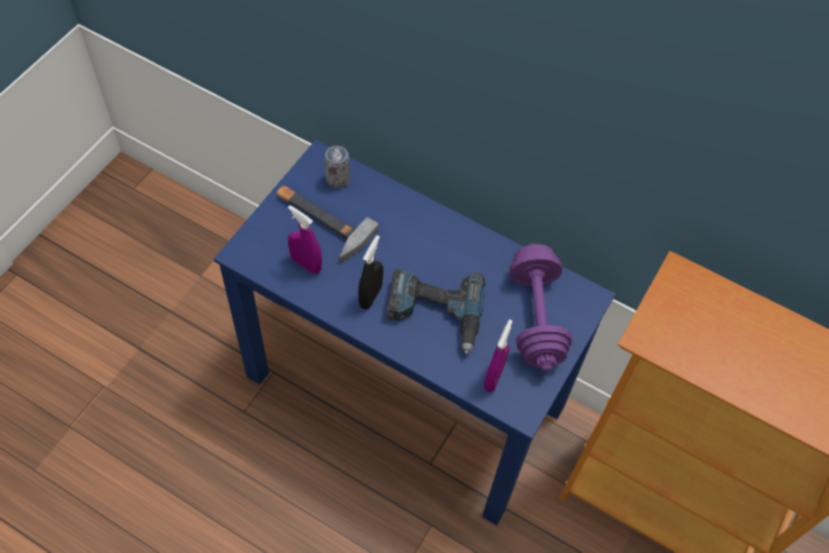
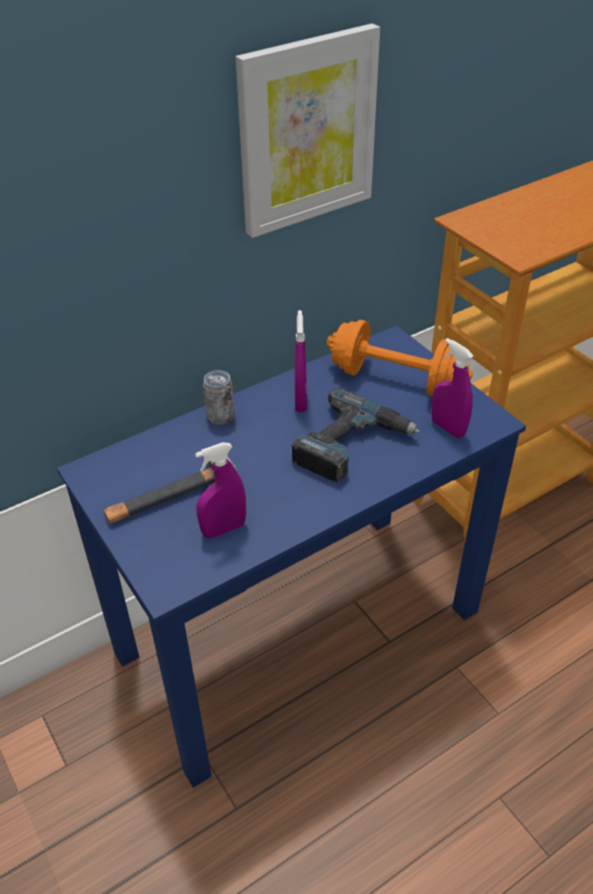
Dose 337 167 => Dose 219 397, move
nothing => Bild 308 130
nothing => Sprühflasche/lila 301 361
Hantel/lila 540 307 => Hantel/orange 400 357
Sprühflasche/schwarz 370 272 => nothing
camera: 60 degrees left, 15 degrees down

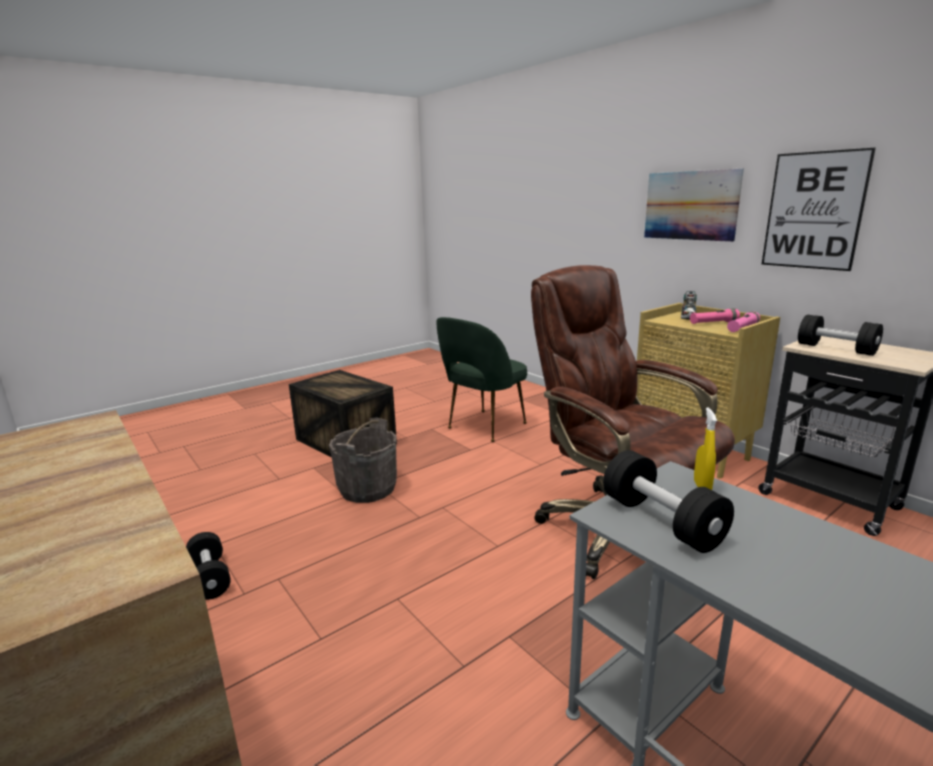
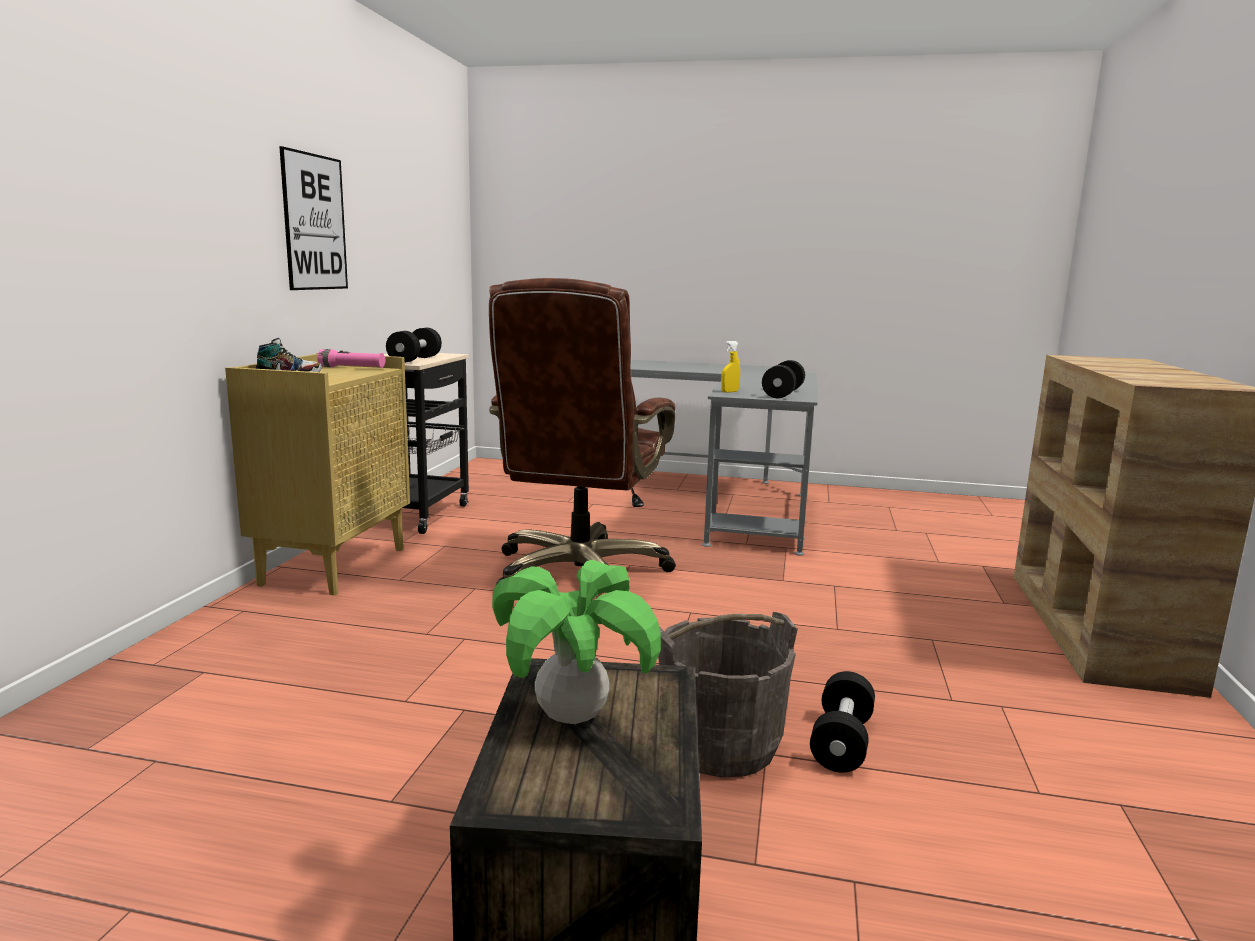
nothing => Topfpflanze 576 641
Hantel/schwarz 208 566 => Hantel/schwarz 842 722, move
Stuhl/grün 482 379 => nothing
Bild 694 205 => nothing
Taschenlampe/rosa 715 316 => nothing
camera: 130 degrees left, 5 degrees down

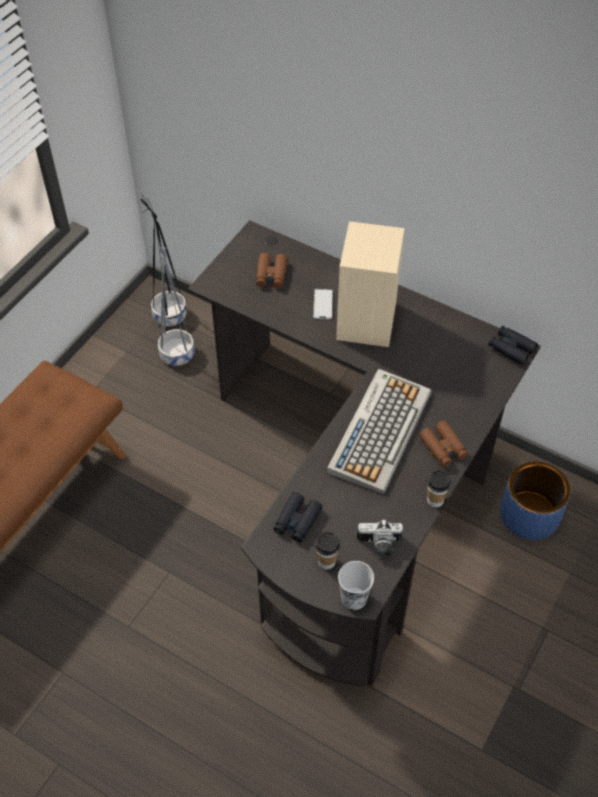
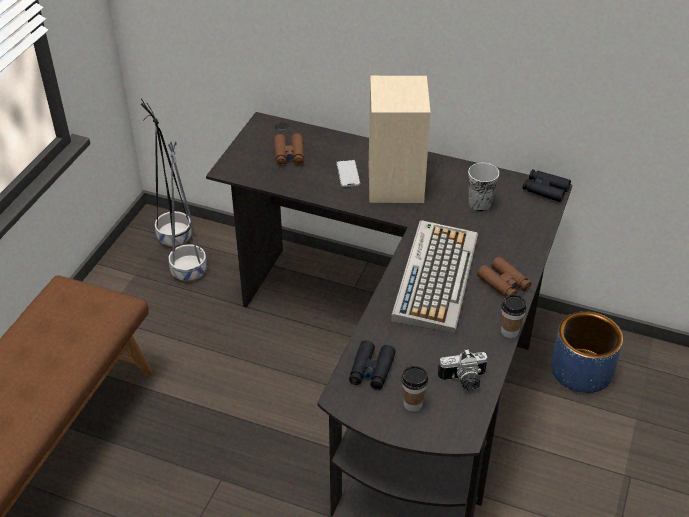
Tasse 356 585 => Tasse 483 187, move
camera: 10 degrees left, 10 degrees down

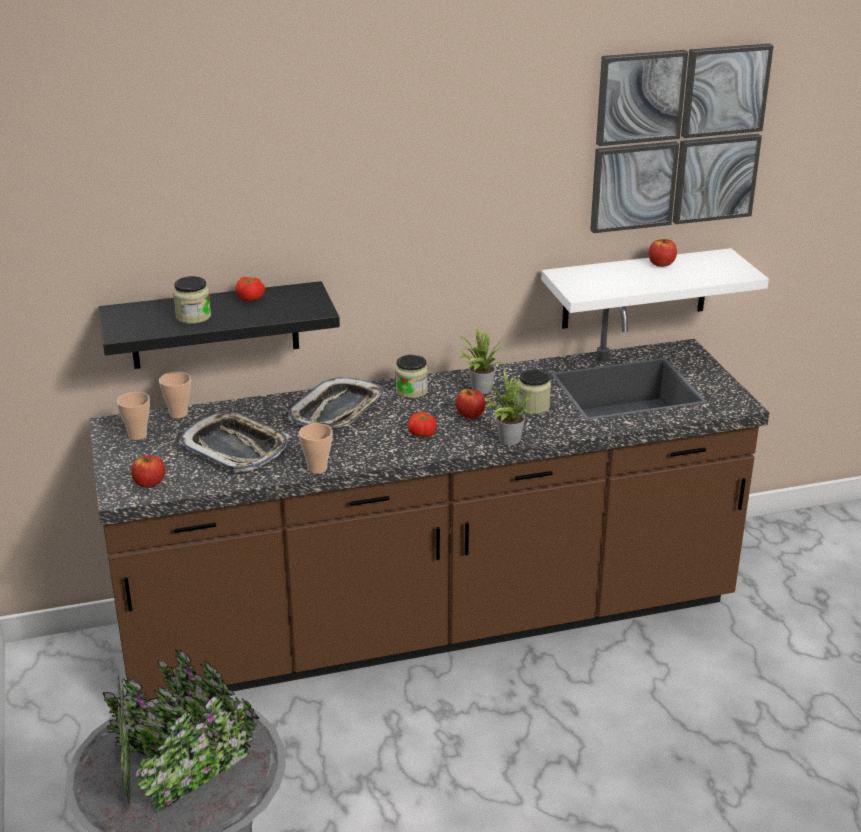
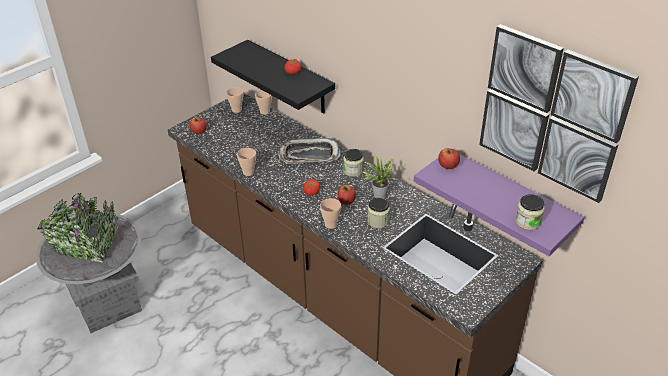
Topfpflanze 509 407 => Tasse 330 213
Wandregal/weiß 655 288 => Wandregal/lila 499 205
Apfel 663 253 => Apfel 449 158, move
Vorratsglas 192 300 => Vorratsglas 530 212, move
Tablett 234 441 => nothing
camera: 60 degrees right, 10 degrees up

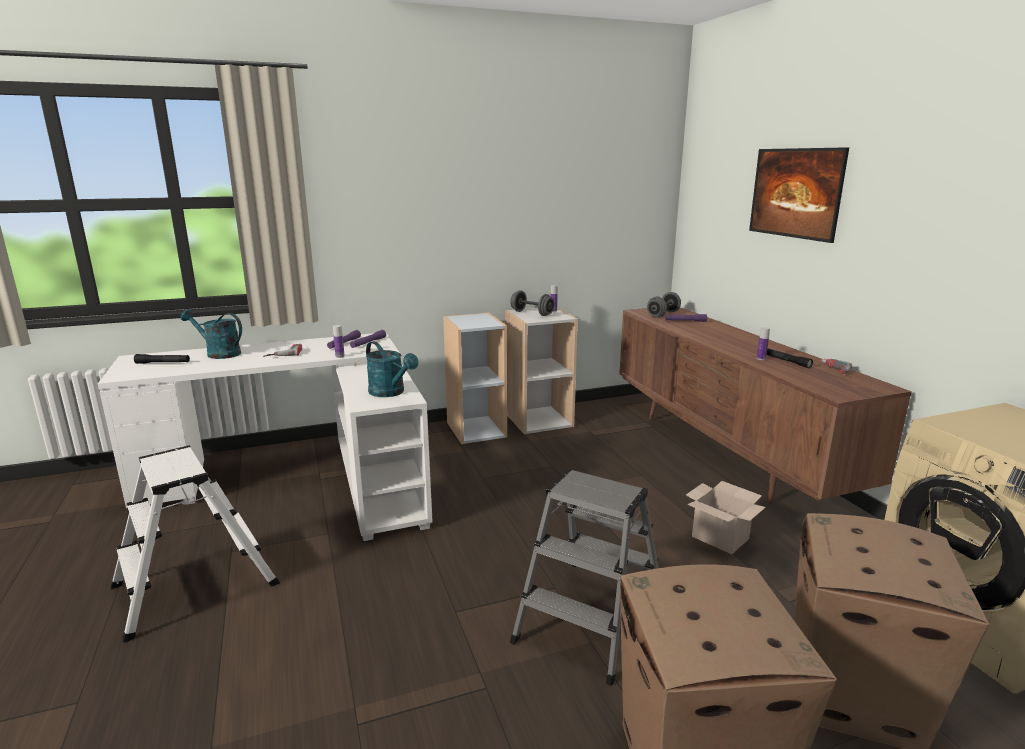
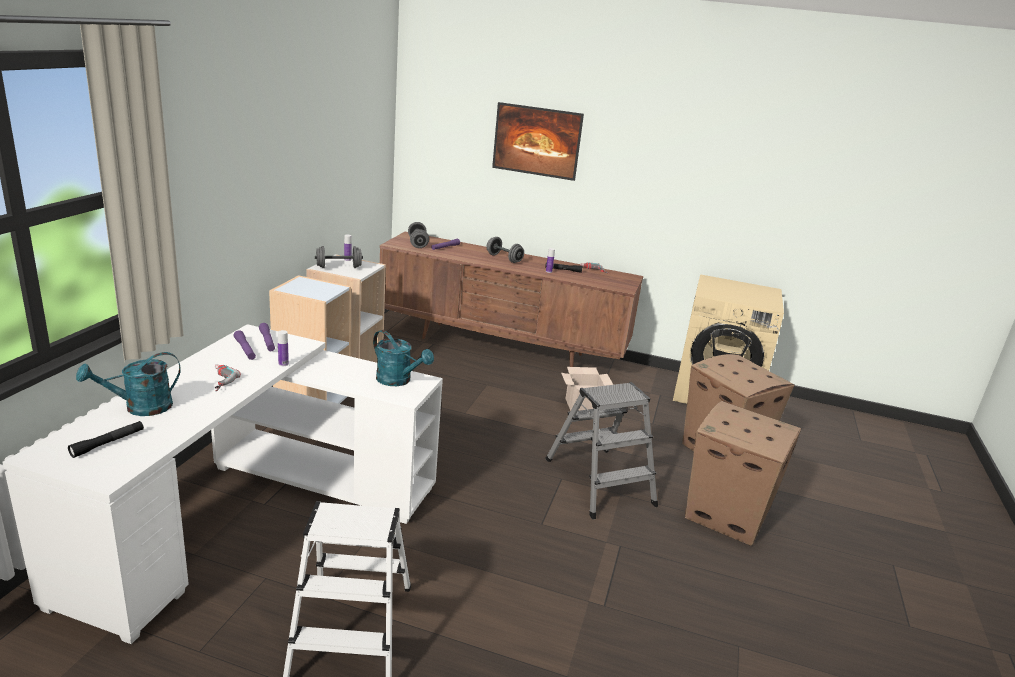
Gießkanne/türkis 392 369 => Gießkanne/türkis 403 358, 45 degrees clockwise
nothing => Hantel/grau 505 250
camera: 55 degrees left, 5 degrees up

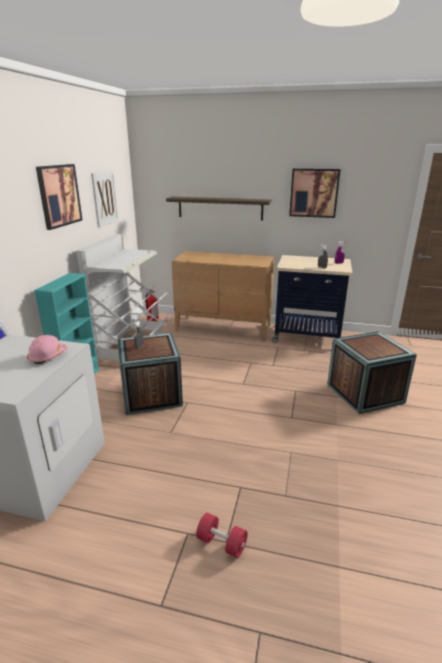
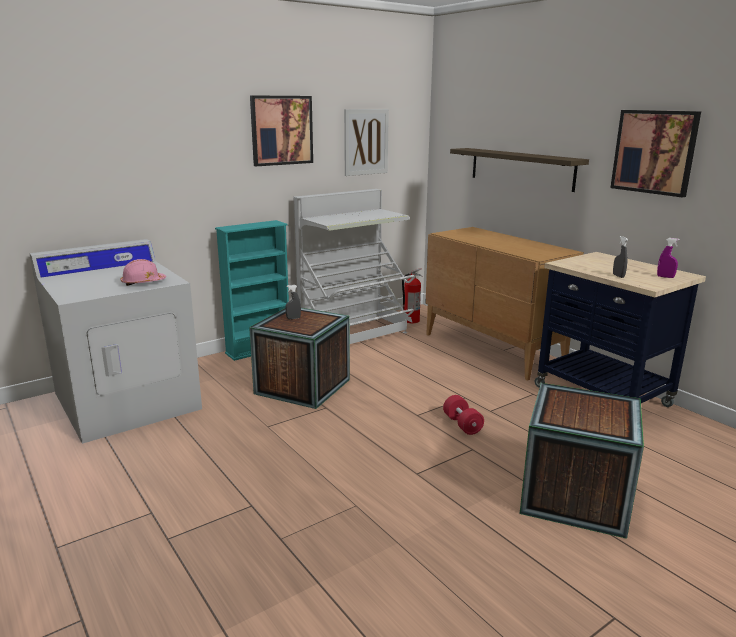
Hantel/rot 222 535 => Hantel/rot 463 415, move
camera: 40 degrees right, 5 degrees down

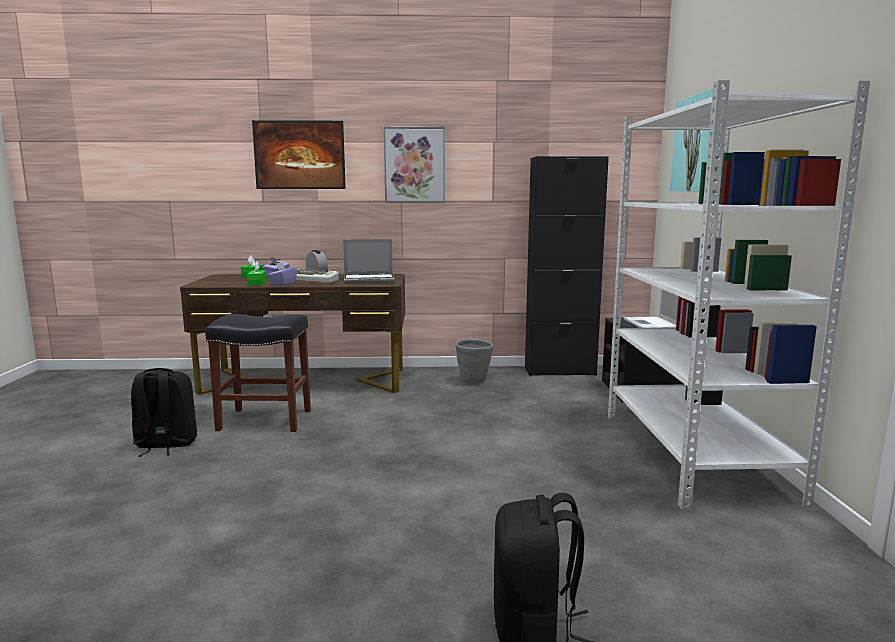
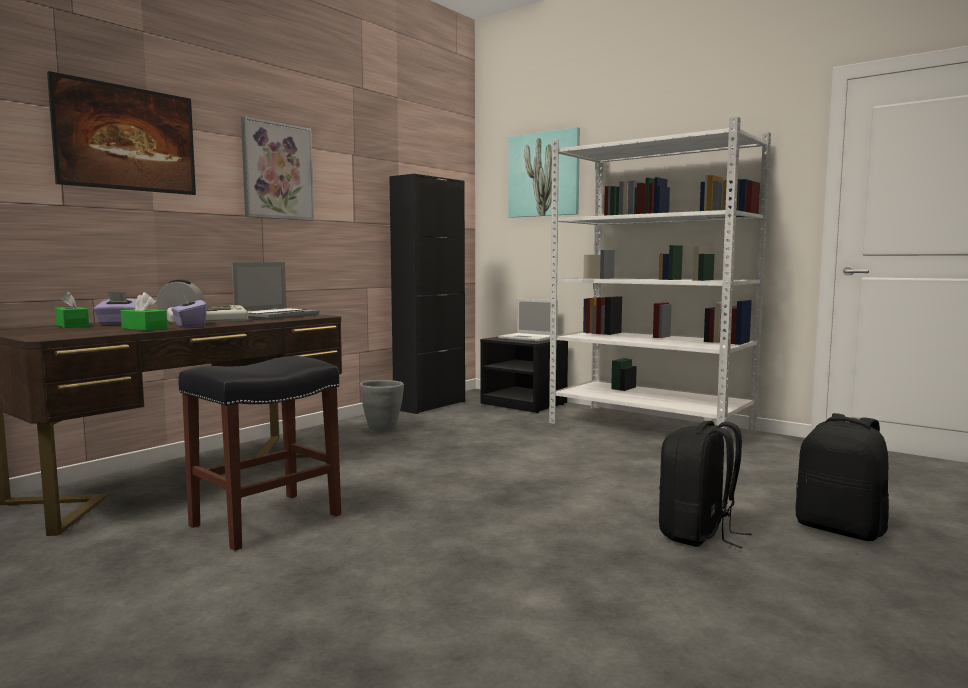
Rucksack/schwarz 164 412 => Rucksack/schwarz 705 485, move
camera: 50 degrees left, 5 degrees down

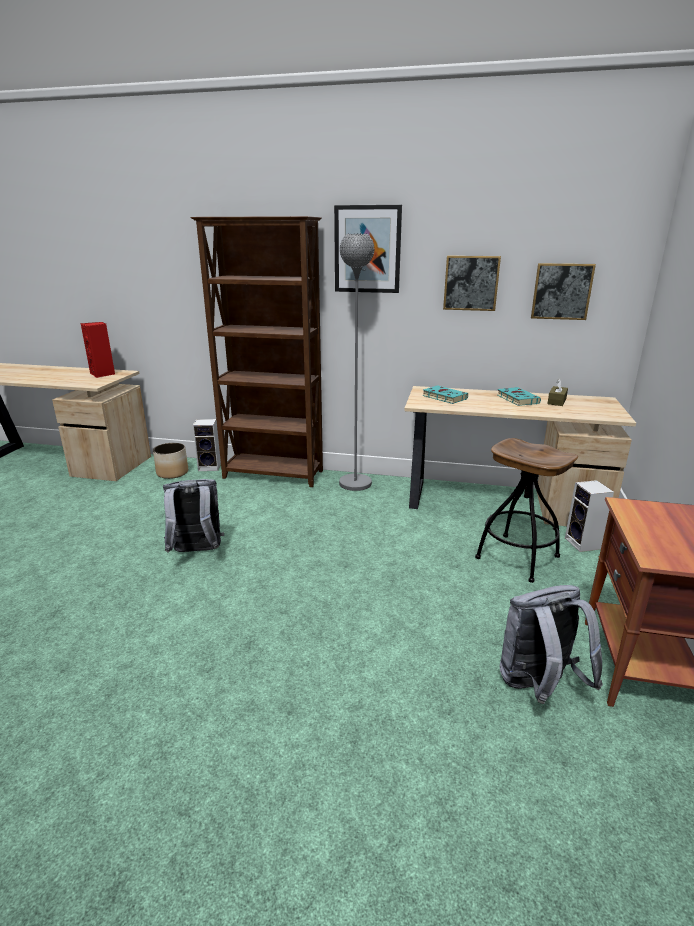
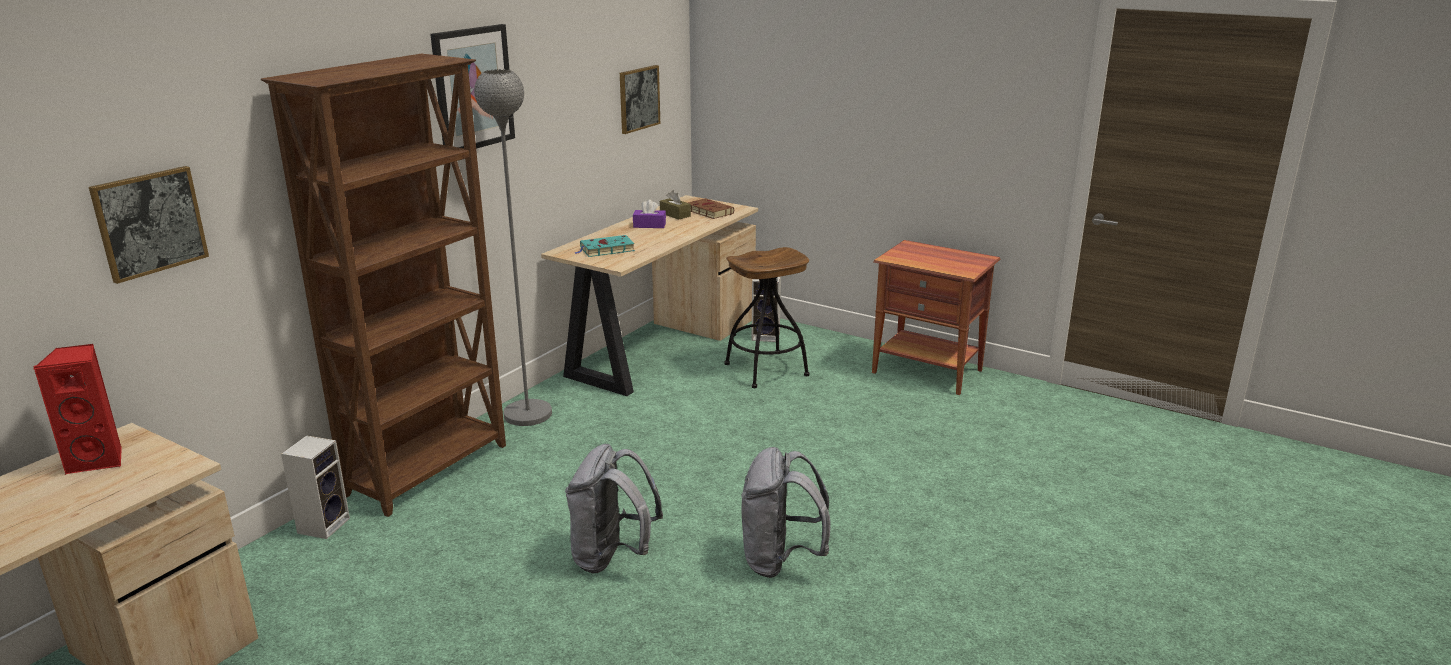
Bild 472 283 => Bild 149 225, move
Buch/türkis 519 396 => Taschentuchbox/lila 649 214
nothing => Buch/braun 711 208
Rucksack/grau 551 644 => Rucksack/grau 786 512, move
Pflanzkübel 170 461 => nothing
camera: 70 degrees left, 0 degrees up

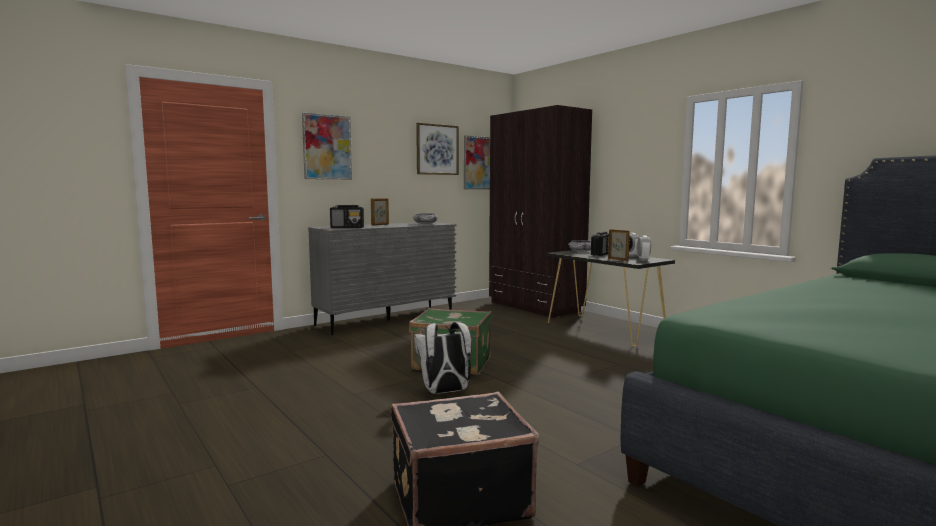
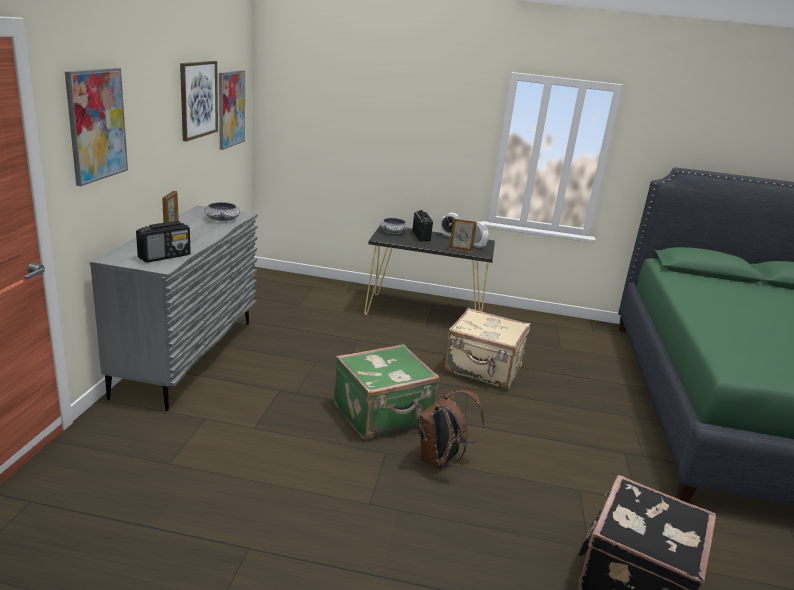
Rucksack/weiß 443 358 => Rucksack/braun 451 429
nothing => Koffer/beige 488 348
Kleiderschrank/braun 540 211 => nothing
camera: 45 degrees left, 15 degrees up

